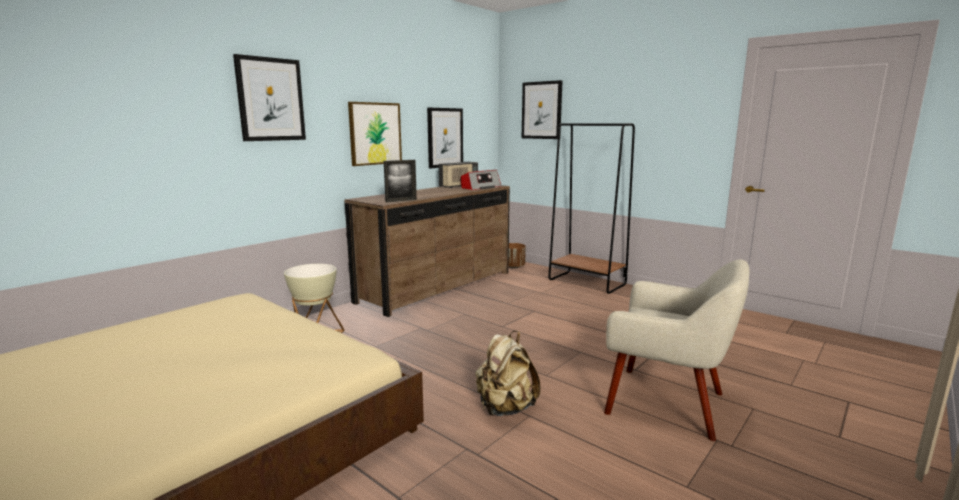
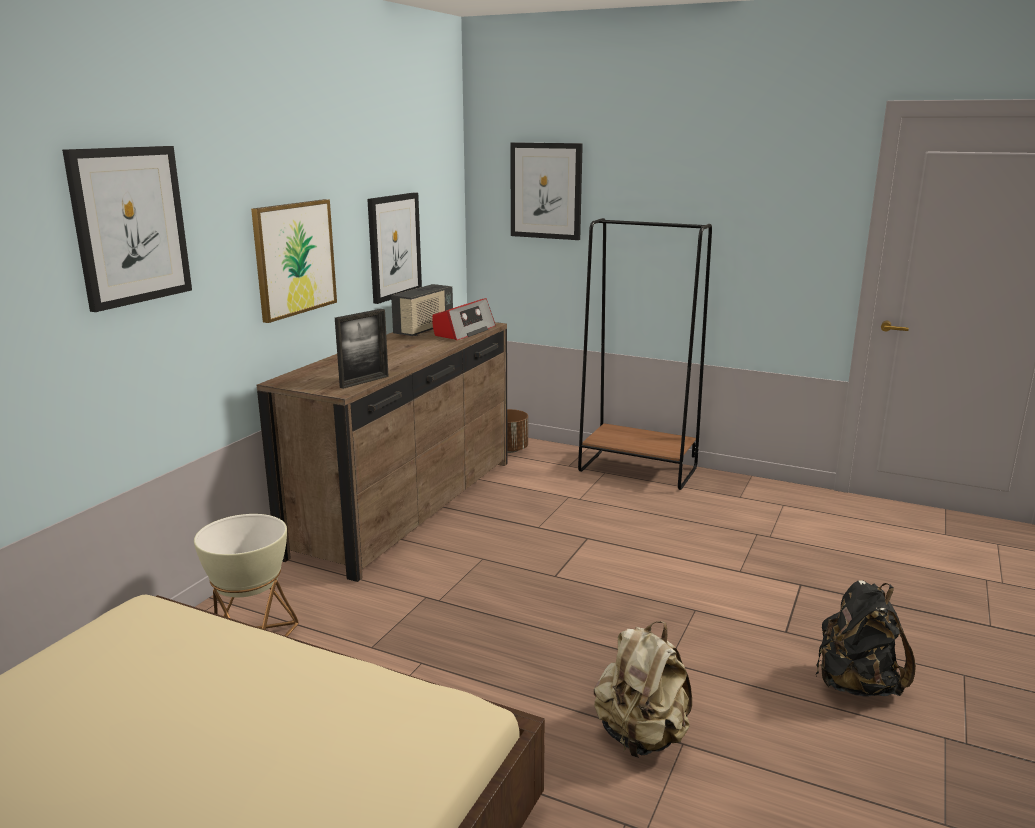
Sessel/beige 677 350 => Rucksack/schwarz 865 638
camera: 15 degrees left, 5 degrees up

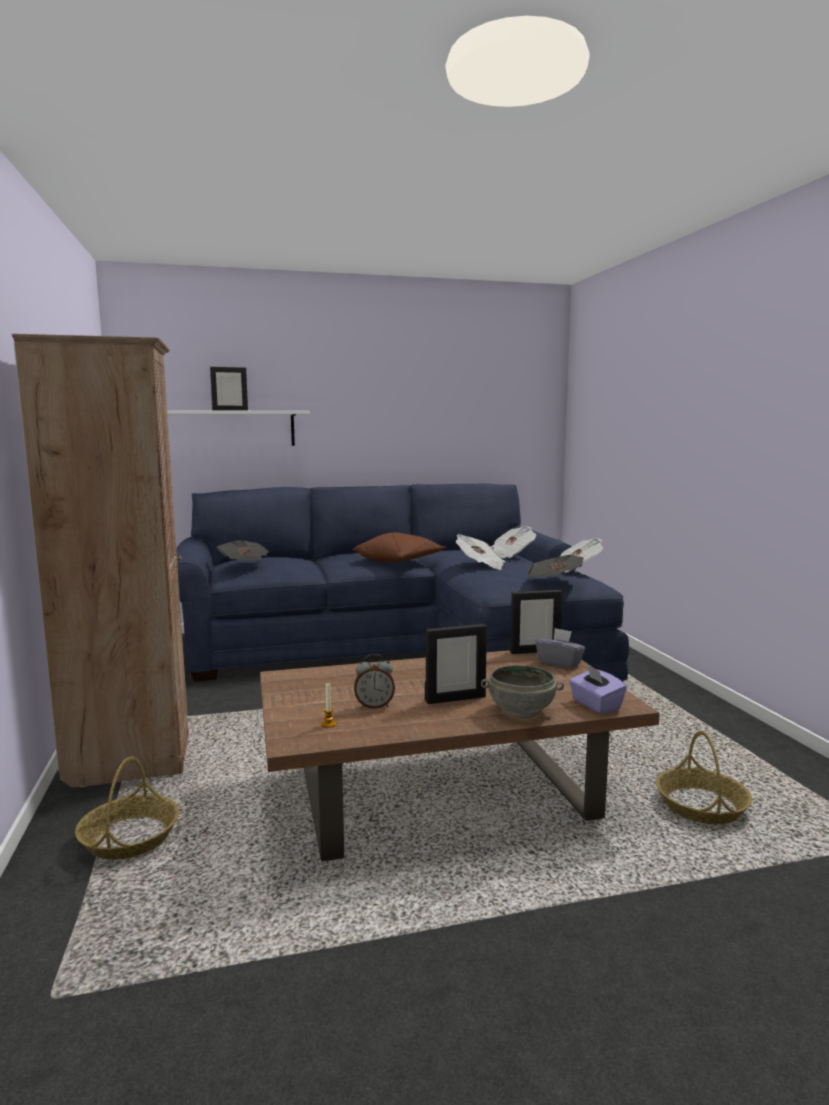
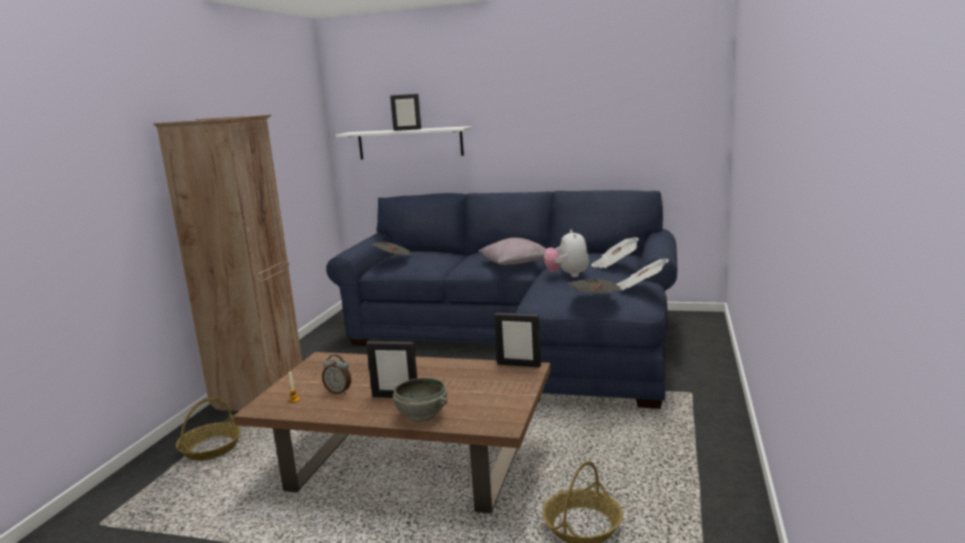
Kissen/braun 399 547 => Kissen/lila 512 251
Zeitung 480 552 => Plüschtier 566 253
Taschentuchbox/grau 560 648 => nothing
Taschentuchbox/lila 598 689 => nothing
camera: 30 degrees right, 5 degrees up

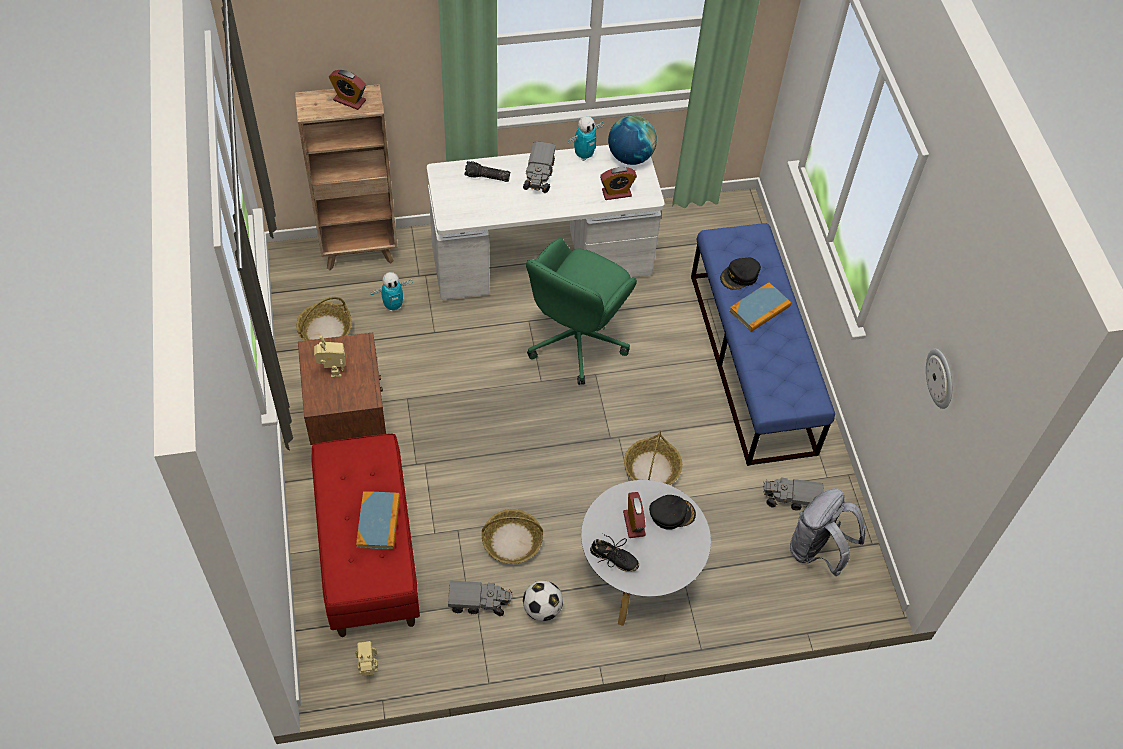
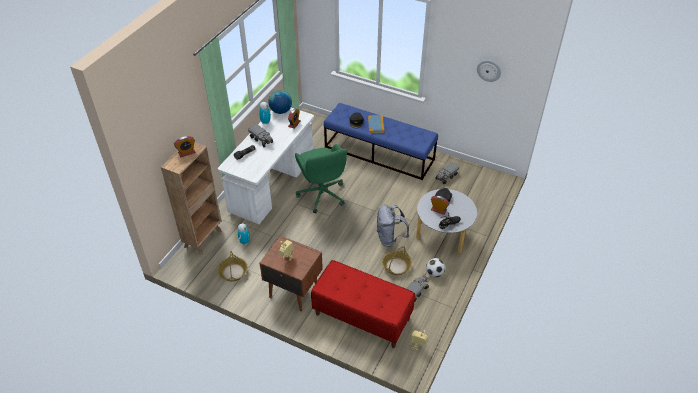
Rucksack/grau 827 532 => Rucksack/grau 392 226, move
Buch 378 520 => nothing
Korb 653 457 => nothing
camera: 50 degrees left, 10 degrees down

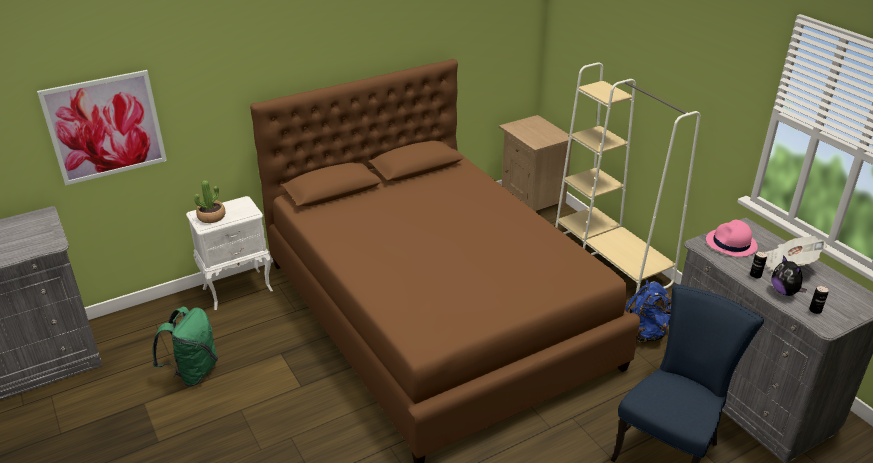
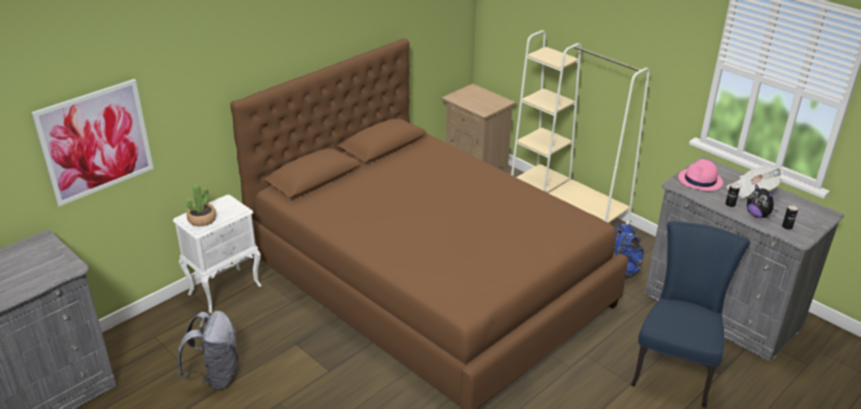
Rucksack/grün 185 346 => Rucksack/grau 208 350
camera: 15 degrees left, 0 degrees up

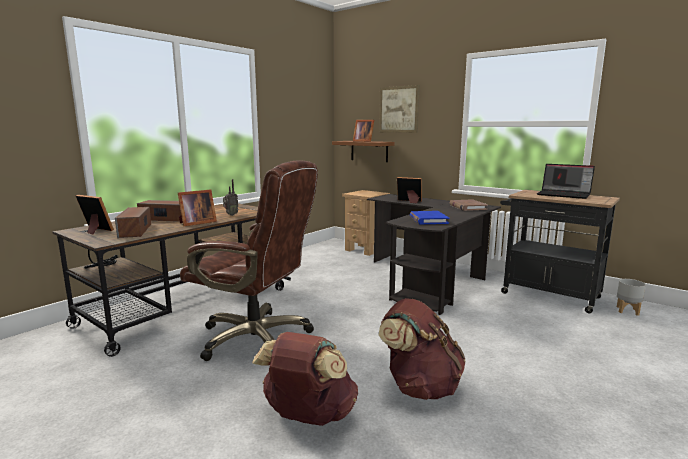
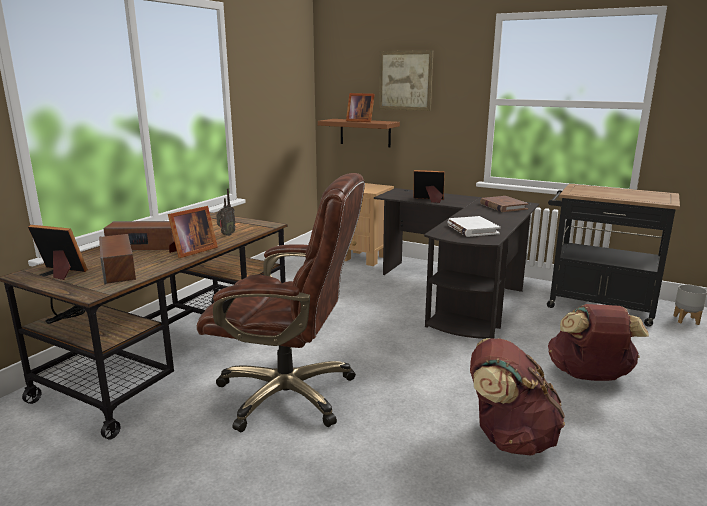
Buch/blau 429 217 => Buch/weiß 474 226
Rucksack/braun 305 379 => Rucksack/braun 598 342, move
Laptop 566 181 => nothing
camera: 10 degrees left, 5 degrees up

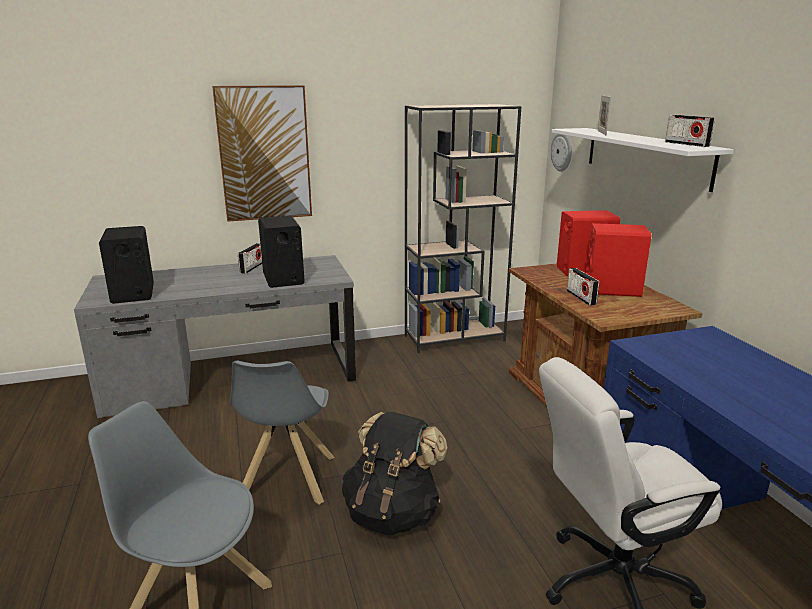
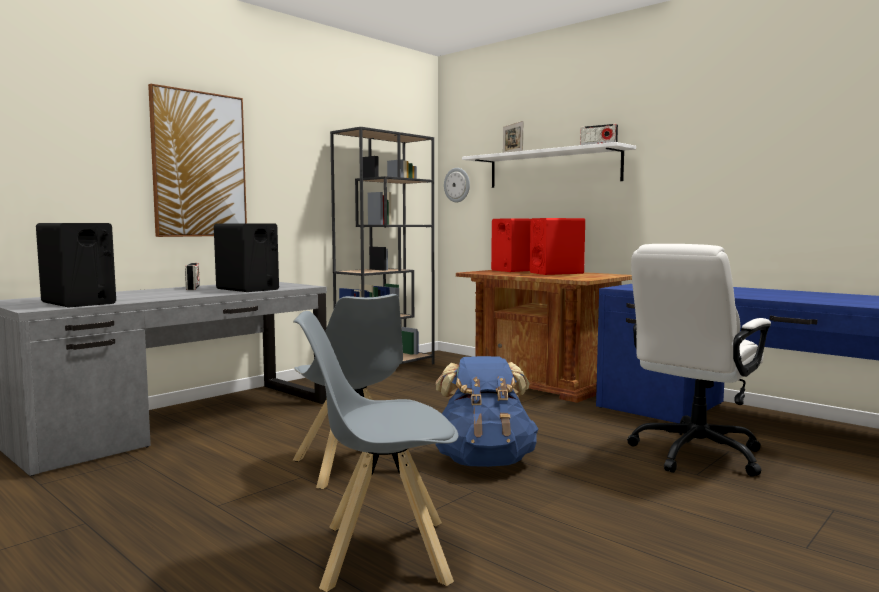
Rucksack/schwarz 394 474 => Rucksack/blau 487 411
Radio 583 286 => nothing
camera: 30 degrees left, 15 degrees down

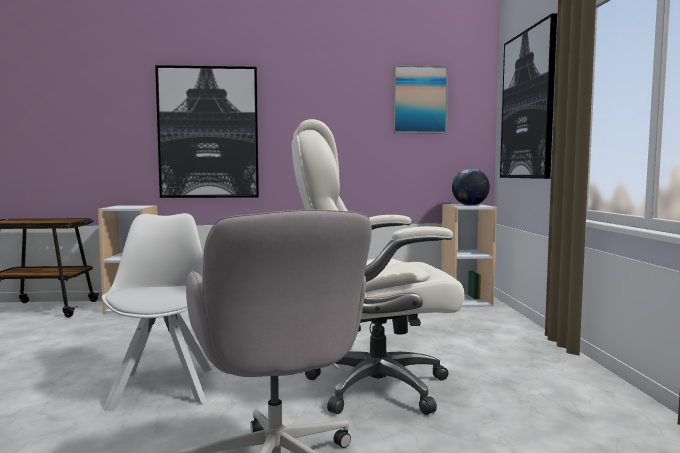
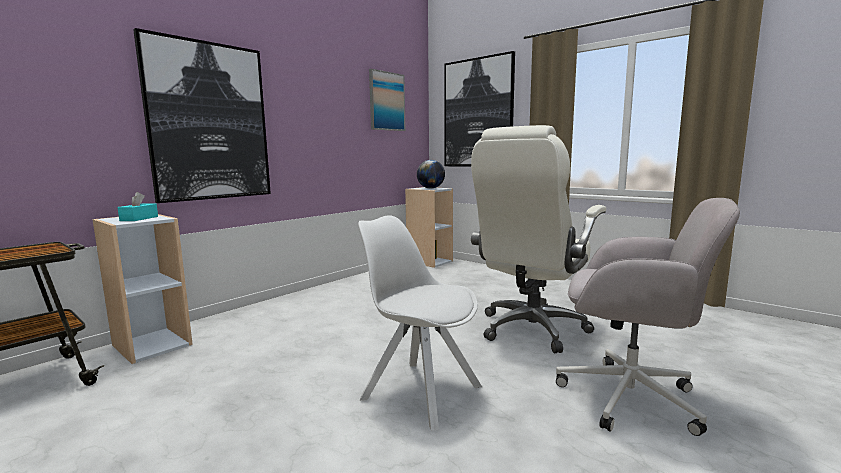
nothing => Taschentuchbox/türkis 137 206
camera: 45 degrees left, 5 degrees up

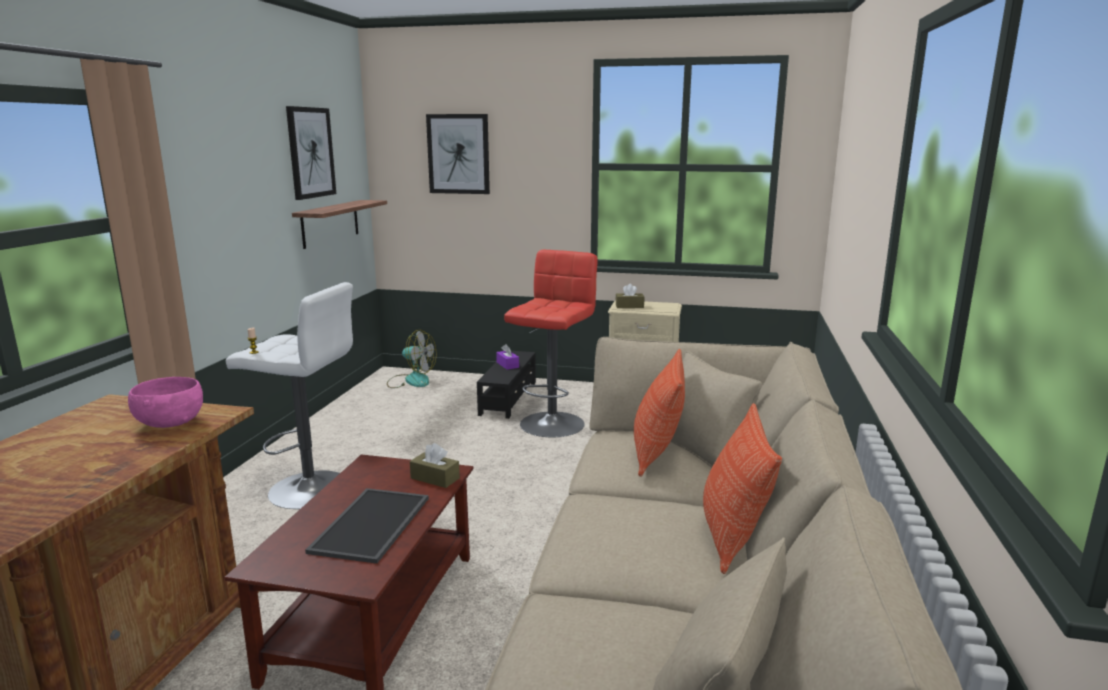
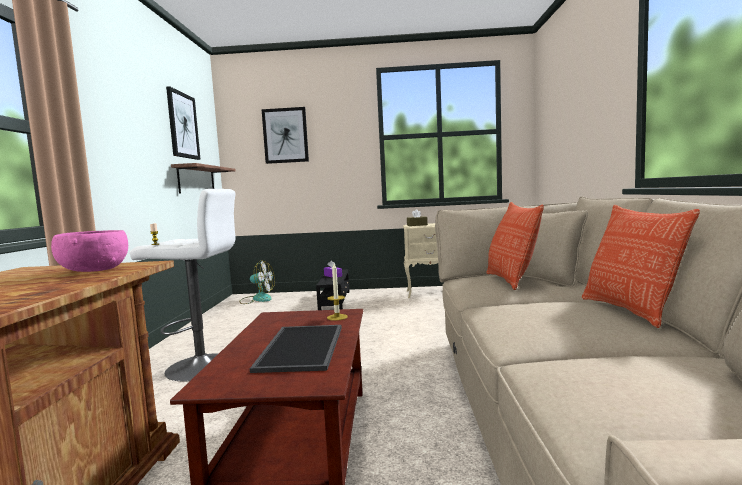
Taschentuchbox/braun 435 465 => Kerze 337 292
Hocker/rot 551 343 => nothing
camera: 10 degrees left, 10 degrees down

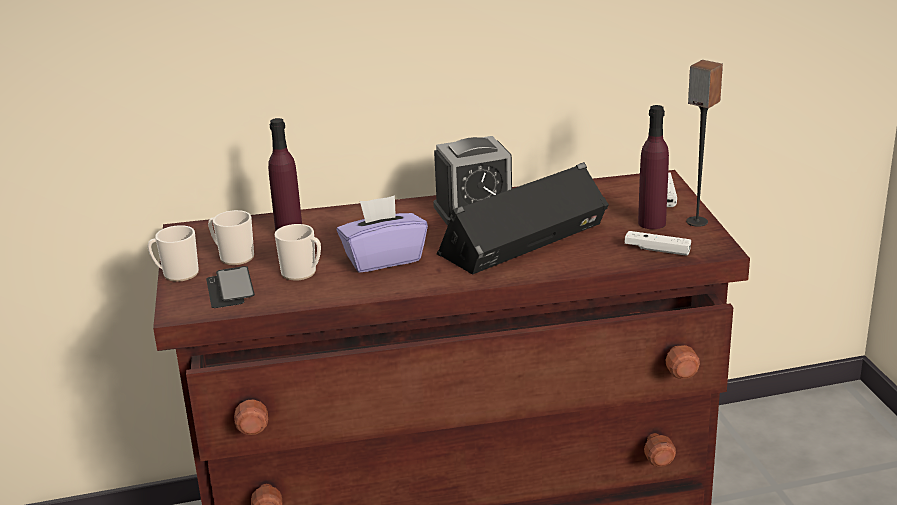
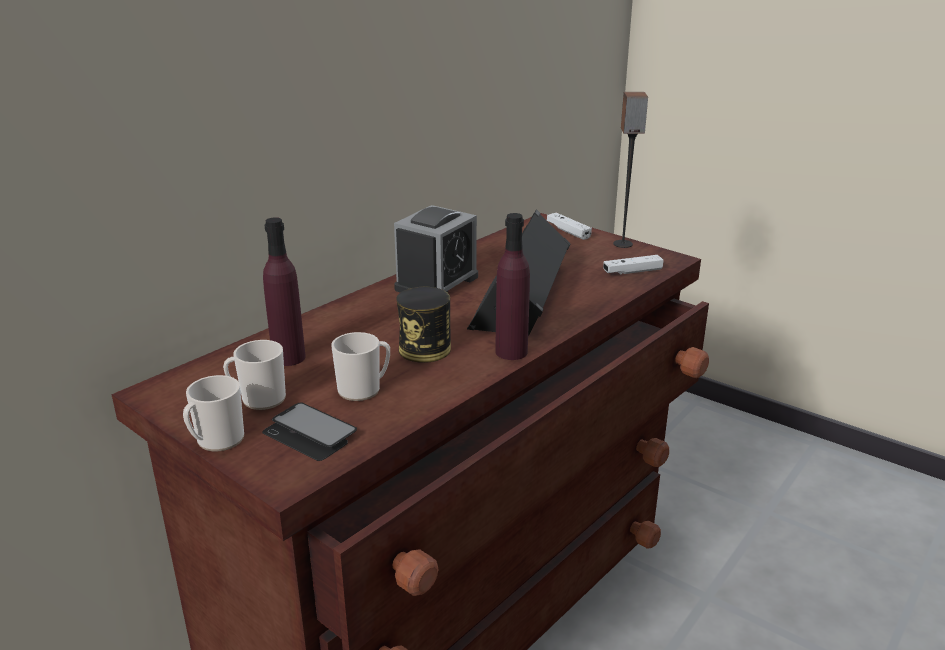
Taschentuchbox/lila 382 234 => Dose 423 325
Flasche/lila 653 167 => Flasche/lila 512 286, move
camera: 40 degrees left, 0 degrees up

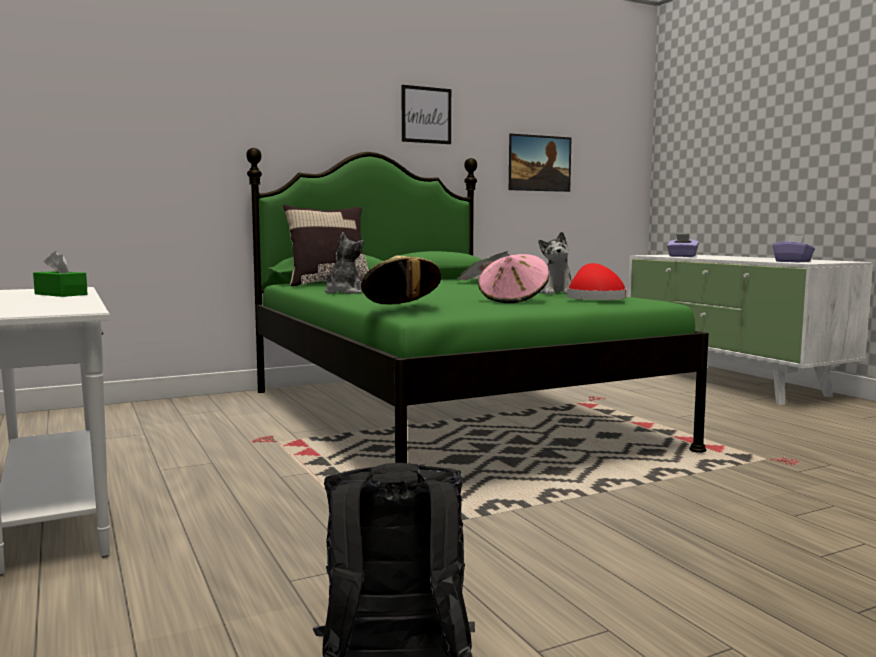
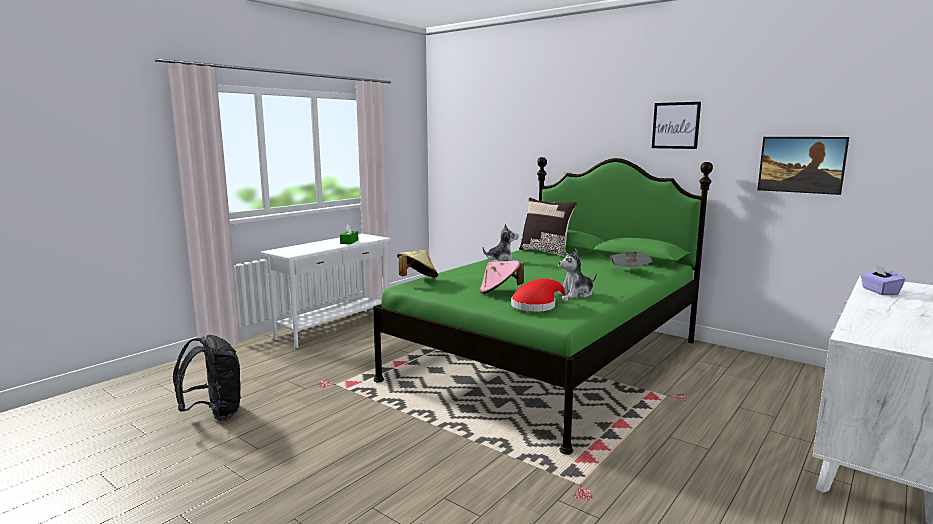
Taschentuchbox/lila 794 248 => nothing
camera: 65 degrees right, 5 degrees up

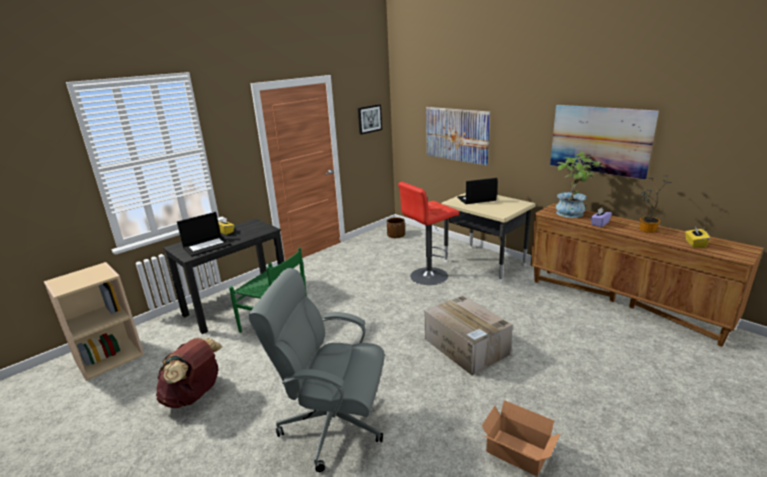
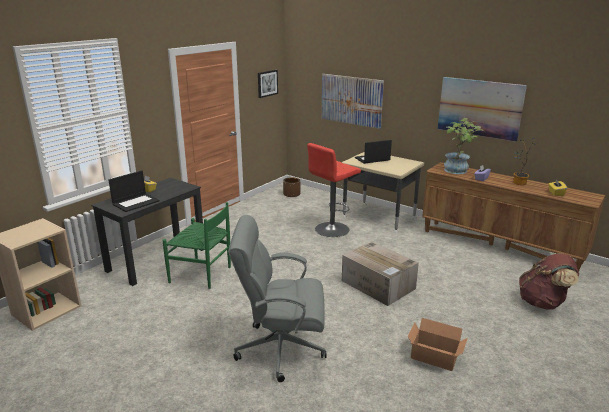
Rucksack/braun 189 373 => Rucksack/braun 549 281, move
camera: 10 degrees left, 0 degrees up

